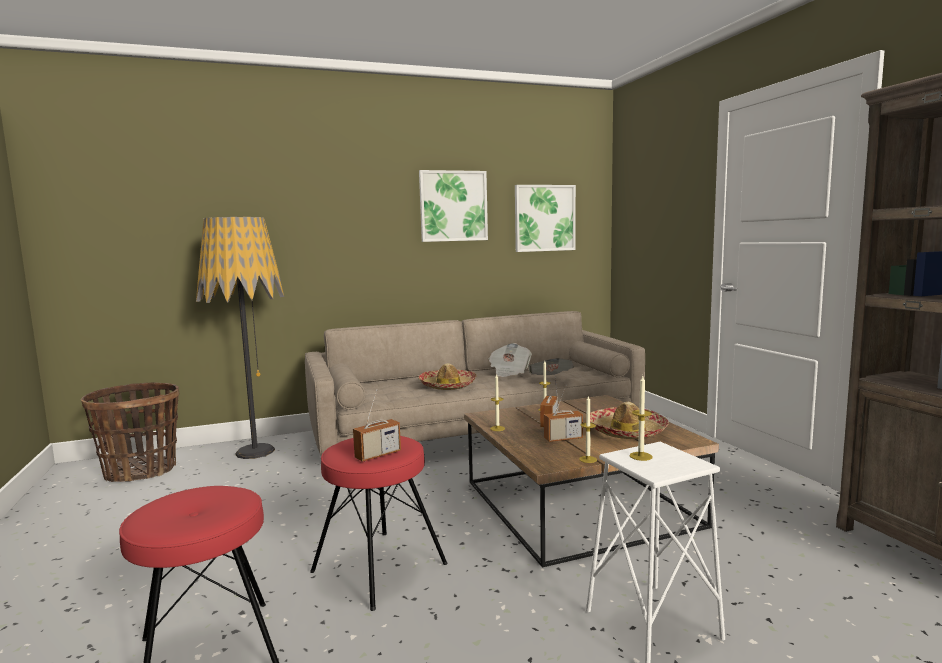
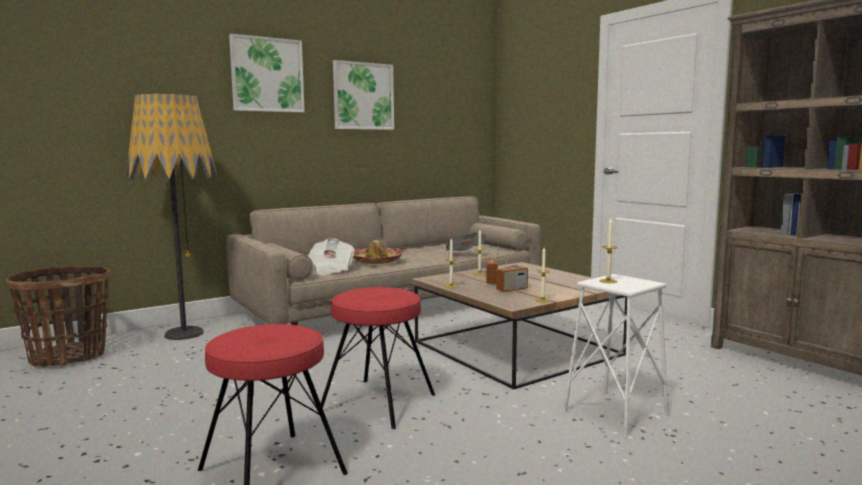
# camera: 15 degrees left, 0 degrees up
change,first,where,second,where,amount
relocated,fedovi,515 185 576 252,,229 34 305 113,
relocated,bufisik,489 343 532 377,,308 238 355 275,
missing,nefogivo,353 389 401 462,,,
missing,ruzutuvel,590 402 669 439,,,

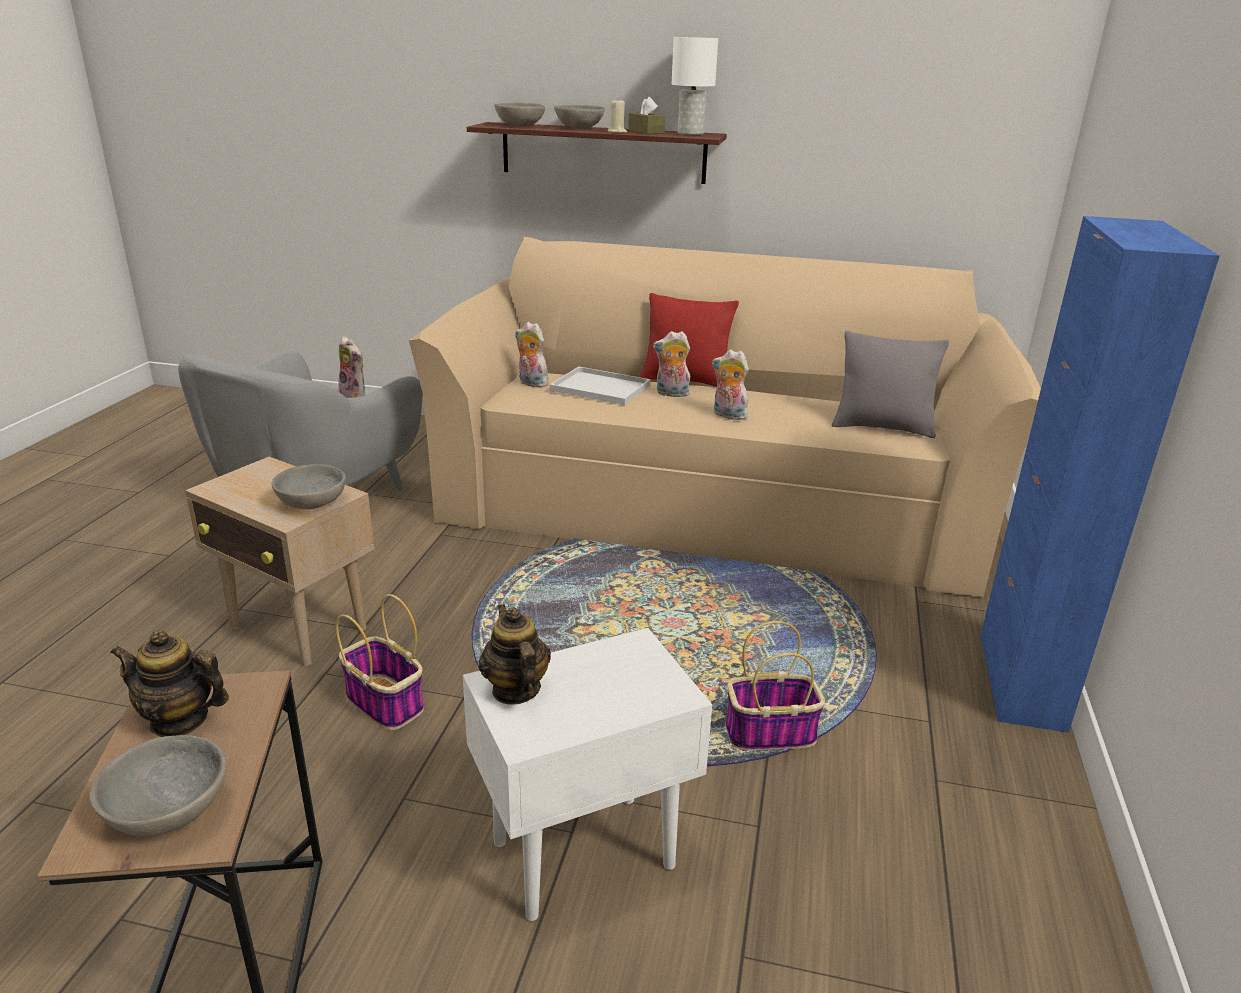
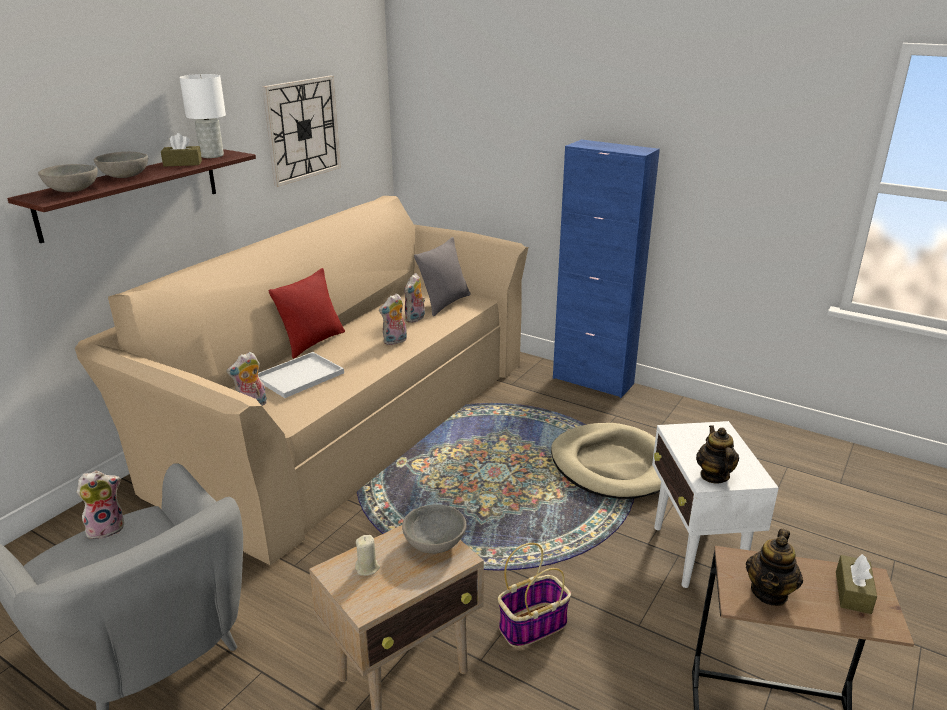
# camera: 70 degrees left, 0 degrees up
change,first,where,second,where,amount
appeared,,,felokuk,263 76 341 187,
relocated,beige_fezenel,608 98 627 133,,355 535 380 576,
relocated,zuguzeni,653 331 690 397,,404 273 425 323,
exchanged,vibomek,726 621 825 750,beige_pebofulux,551 423 661 499,
spun,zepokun,479 604 551 705,,696 426 739 484,90 degrees clockwise
exchanged,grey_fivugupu,89 735 226 836,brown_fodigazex,836 554 877 614,

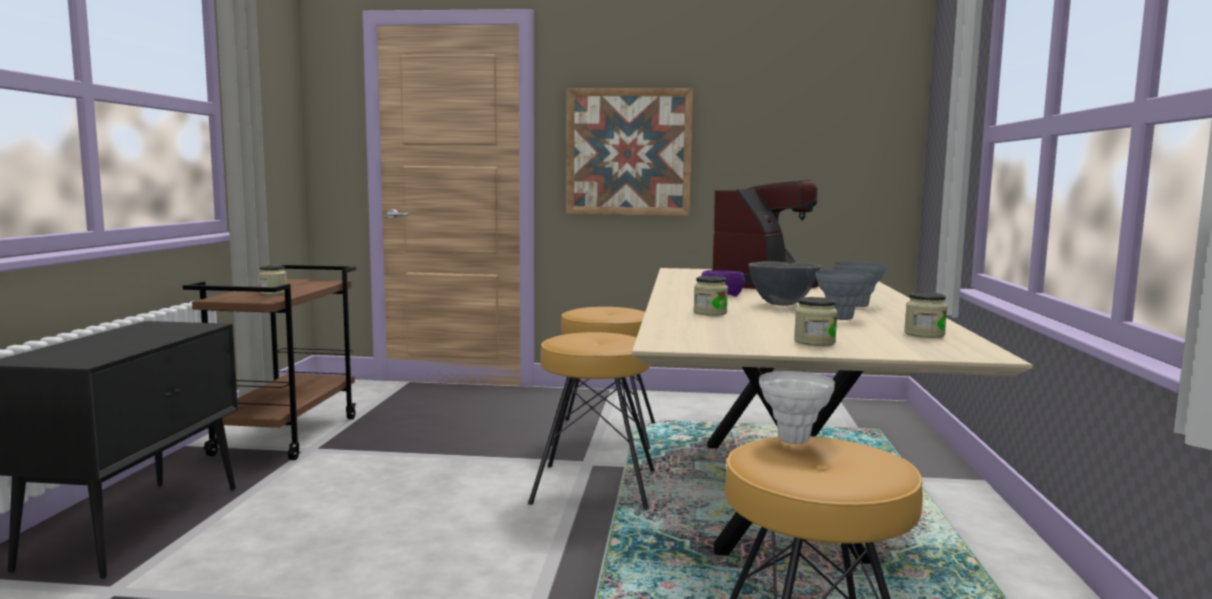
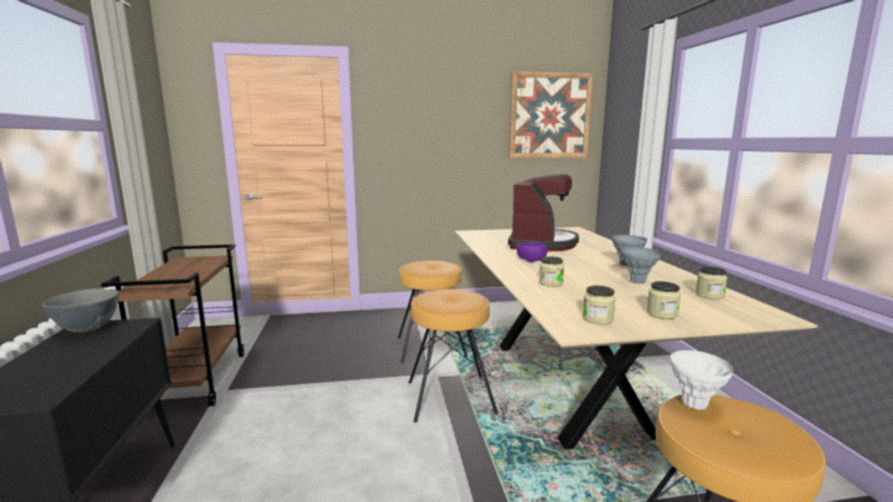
# camera: 15 degrees left, 5 degrees up
change,first,where,second,where,amount
relocated,grey_fivugupu,748 262 821 306,,42 288 119 333,
relocated,fedovi,566 88 693 216,,509 71 593 158,
relocated,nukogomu,259 265 287 295,,583 285 616 325,

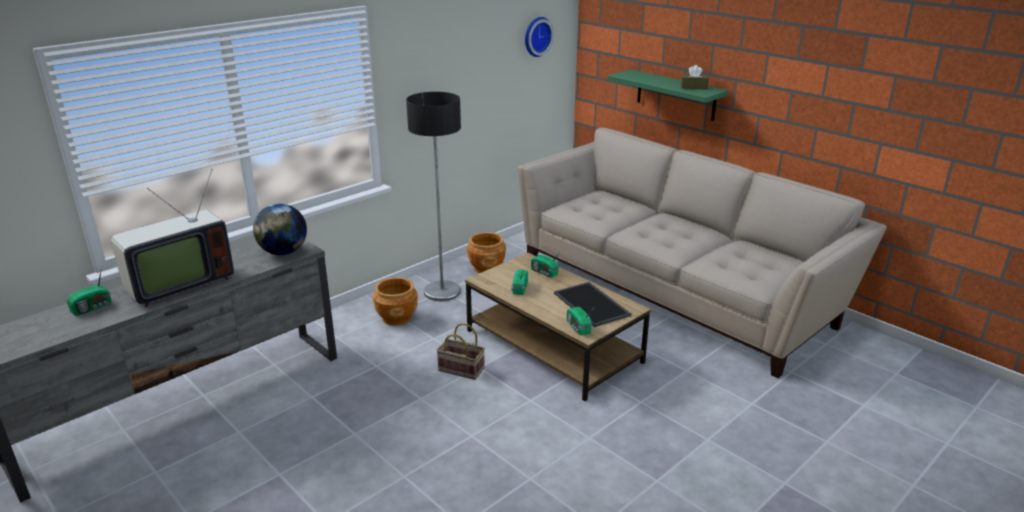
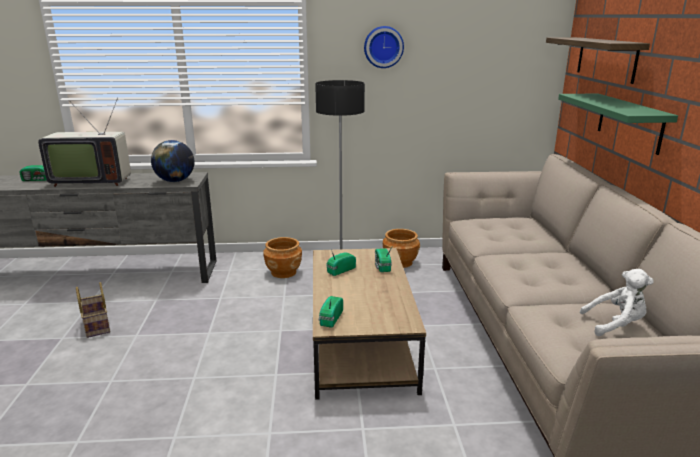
# camera: 40 degrees right, 5 degrees down
change,first,where,second,where,amount
relocated,vibomek,436 323 485 380,,76 282 110 338,
relocated,felokuk,525 17 554 57,,364 26 404 68,
appeared,,,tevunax,546 37 650 84,
appeared,,,white_zuguzeni,580 269 654 336,
missing,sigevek,554 282 631 327,,,
missing,brown_fodigazex,680 65 709 89,,,

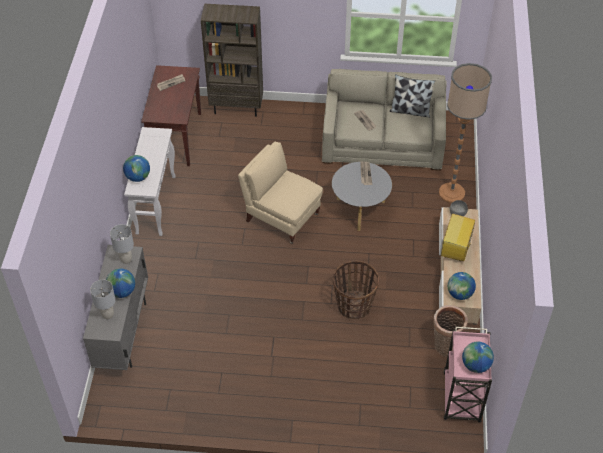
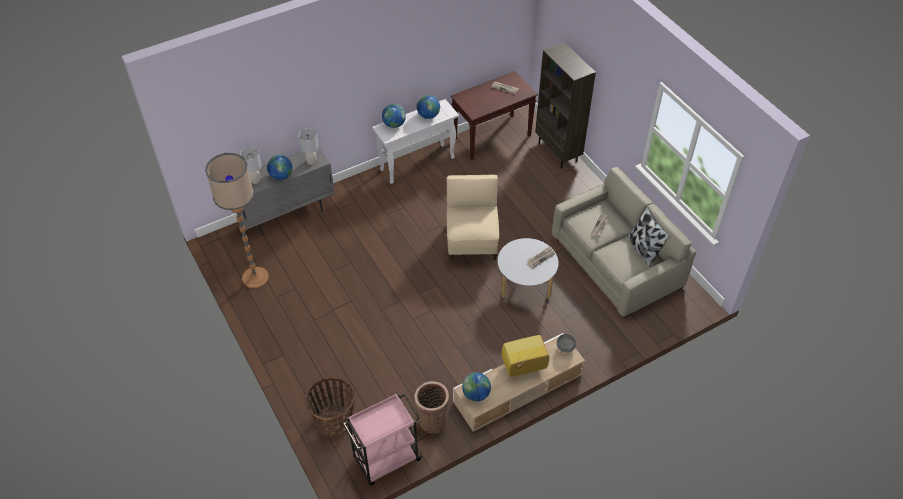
# camera: 55 degrees right, 0 degrees up
change,first,where,second,where,amount
relocated,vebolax,439 63 492 203,,205 153 269 288,
relocated,vibomek,333 260 379 319,,306 377 355 437,
relocated,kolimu,462 342 494 373,,417 95 440 119,

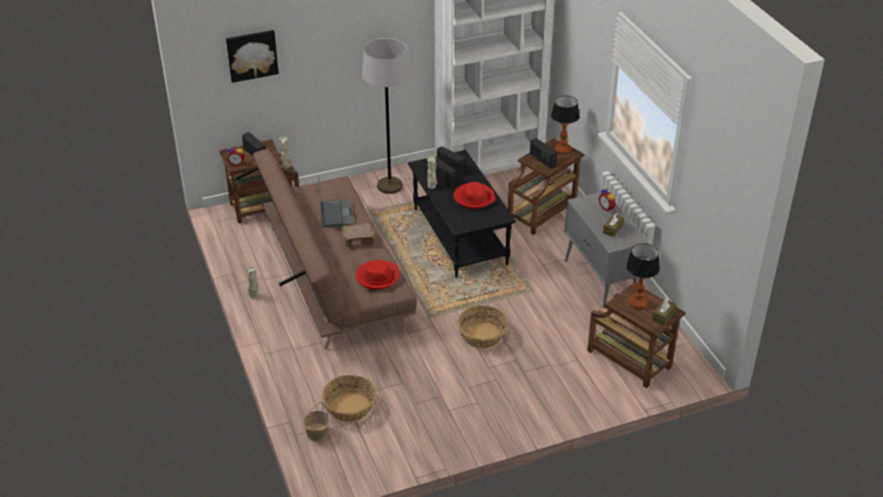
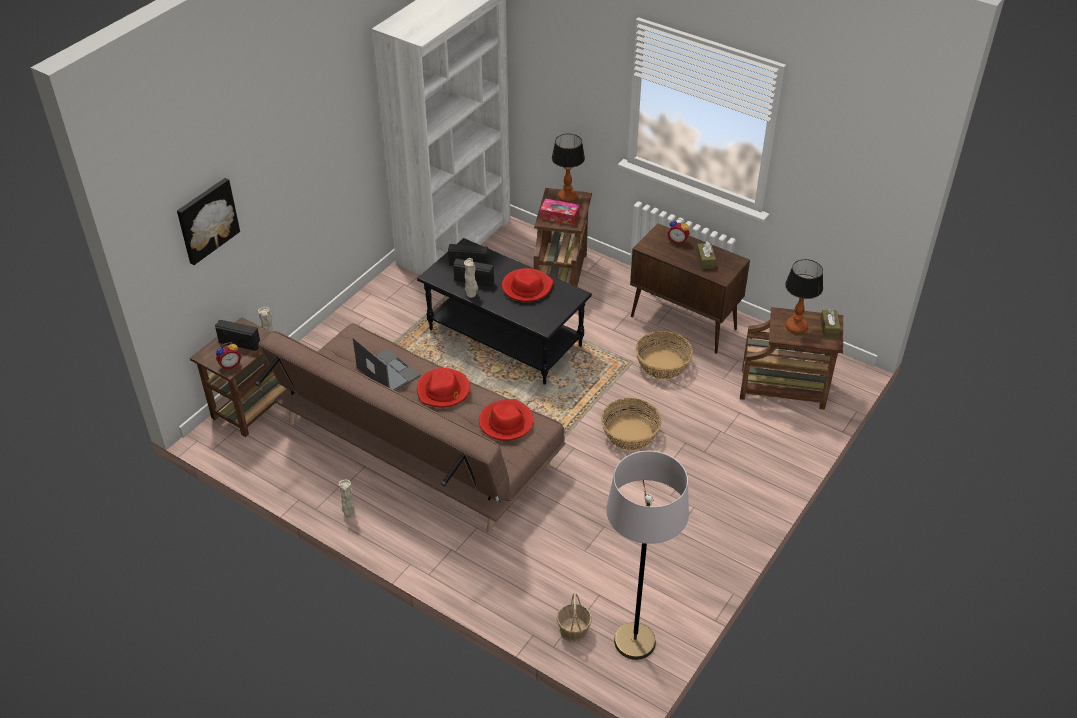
# camera: 35 degrees left, 5 degrees up
change,first,where,second,where,amount
exchanged,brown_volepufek,342 223 374 246,red_ruzutuvel,417 368 470 408,
exchanged,nefogivo,530 138 558 169,fodigazex,540 199 580 225,
relocated,grey_vebolax,362 38 410 194,,606 451 689 660,
colour,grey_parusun,565 192 649 308,brown_parusun,630 223 750 354,
relocated,vibomek,322 375 376 422,,636 331 693 379,

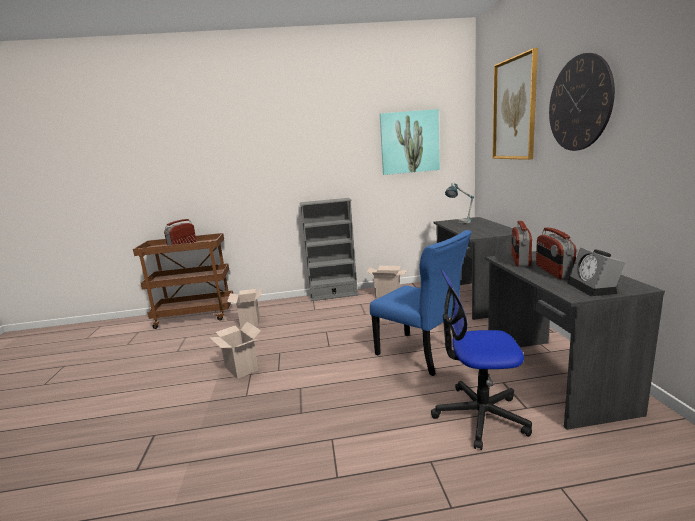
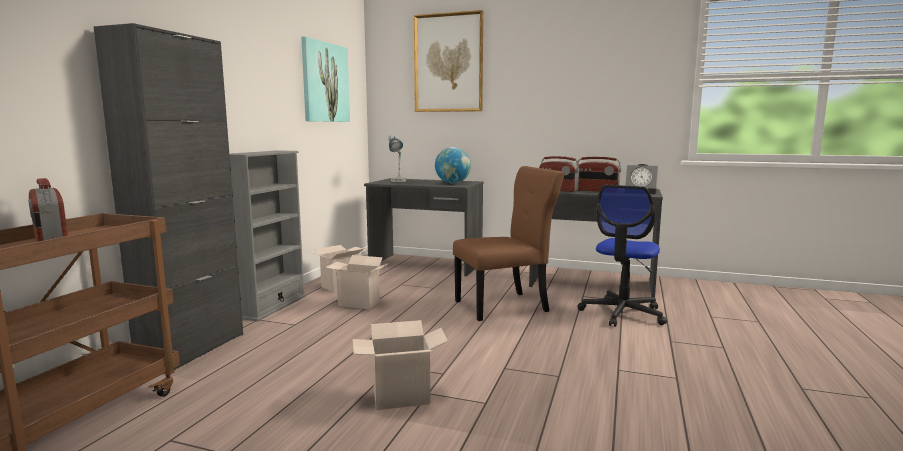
# camera: 65 degrees left, 5 degrees down
change,first,where,second,where,amount
appeared,,,black_parusun,94 23 243 370,
relocated,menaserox,227 288 262 328,,325 255 389 309,
appeared,,,kolimu,435 147 471 183,
colour,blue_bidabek,370 230 472 376,brown_bidabek,453 166 565 321,
missing,felokuk,549 53 615 151,,,

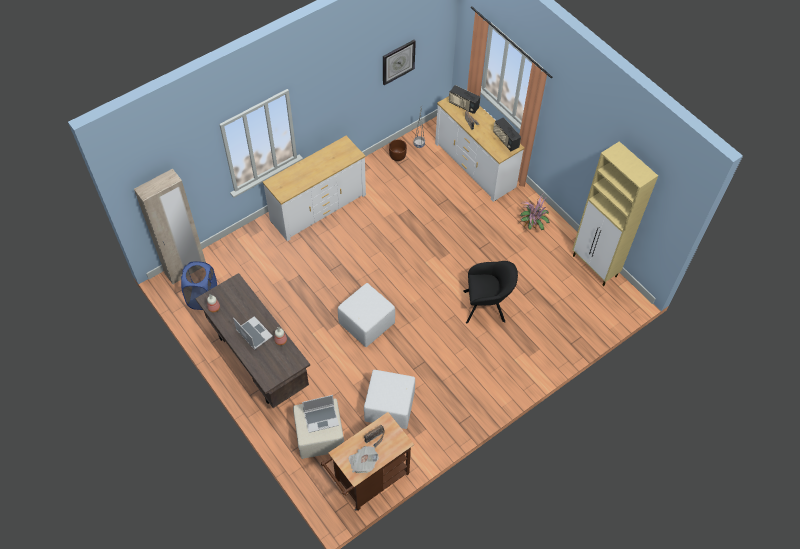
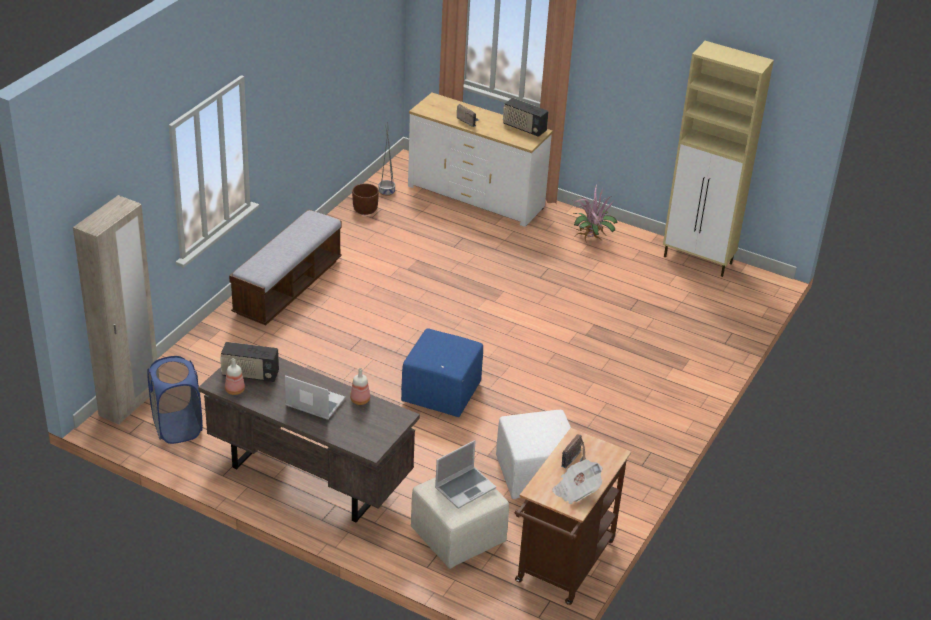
# camera: 25 degrees left, 20 degrees down
change,first,where,second,where,amount
relocated,nefogivo,449 85 481 114,,220 342 279 382,
exchanged,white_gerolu,263 136 366 241,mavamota,229 209 342 325,
colour,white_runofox,338 283 395 347,blue_runofox,401 328 483 417,
missing,felokuk,383 40 416 85,,,
missing,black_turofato,463 261 518 324,,,

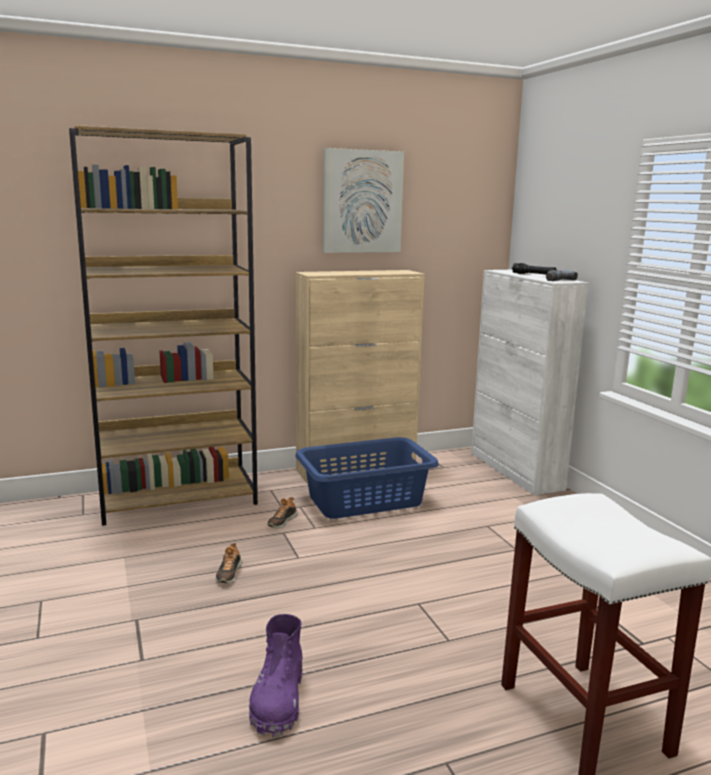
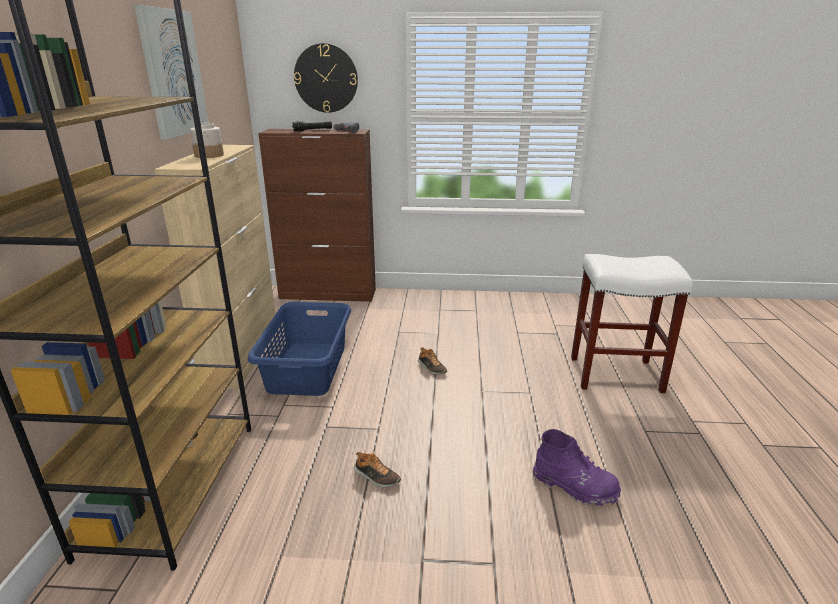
# camera: 65 degrees left, 10 degrees up
change,first,where,second,where,amount
appeared,,,nukogomu,190 123 224 158,
colour,white_parusun,471 270 588 495,brown_parusun,258 129 376 302,
appeared,,,felokuk,294 43 358 113,
relocated,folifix,267 497 298 528,,418 347 447 374,

